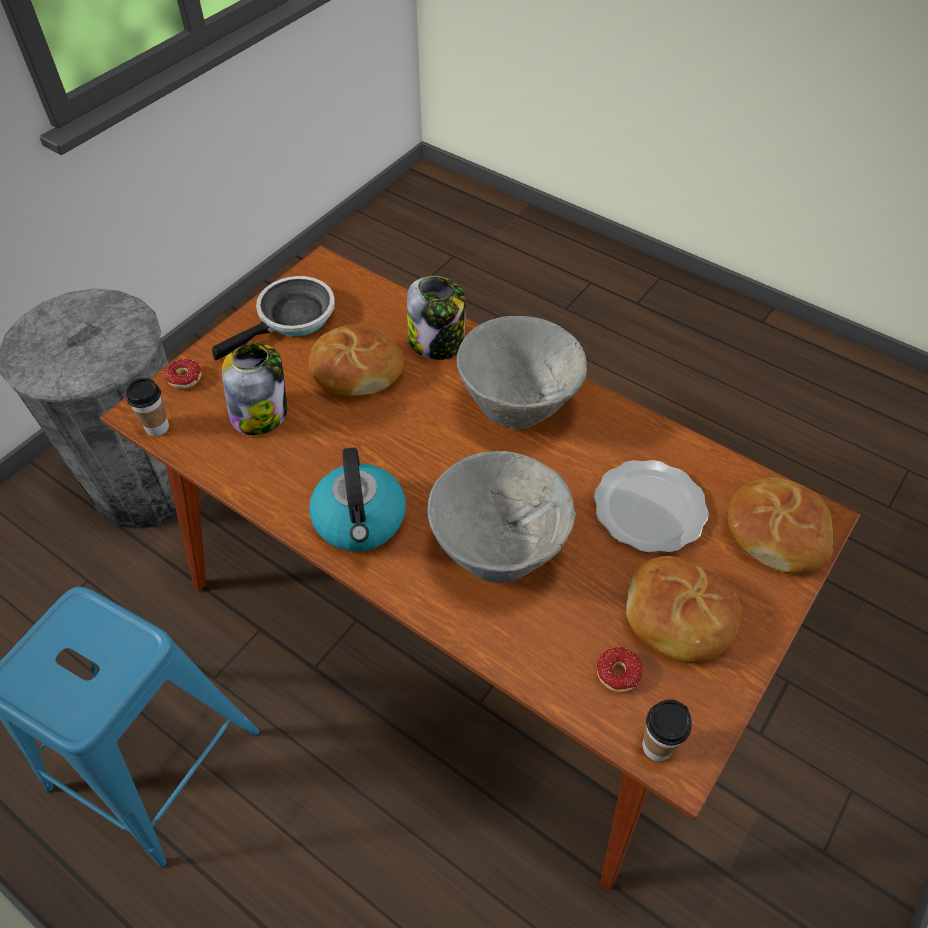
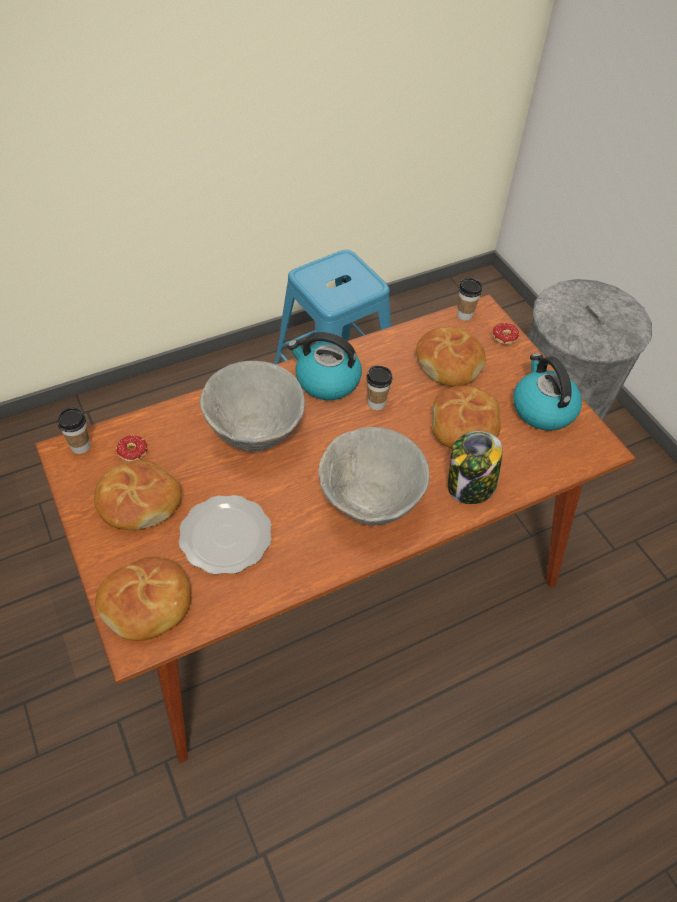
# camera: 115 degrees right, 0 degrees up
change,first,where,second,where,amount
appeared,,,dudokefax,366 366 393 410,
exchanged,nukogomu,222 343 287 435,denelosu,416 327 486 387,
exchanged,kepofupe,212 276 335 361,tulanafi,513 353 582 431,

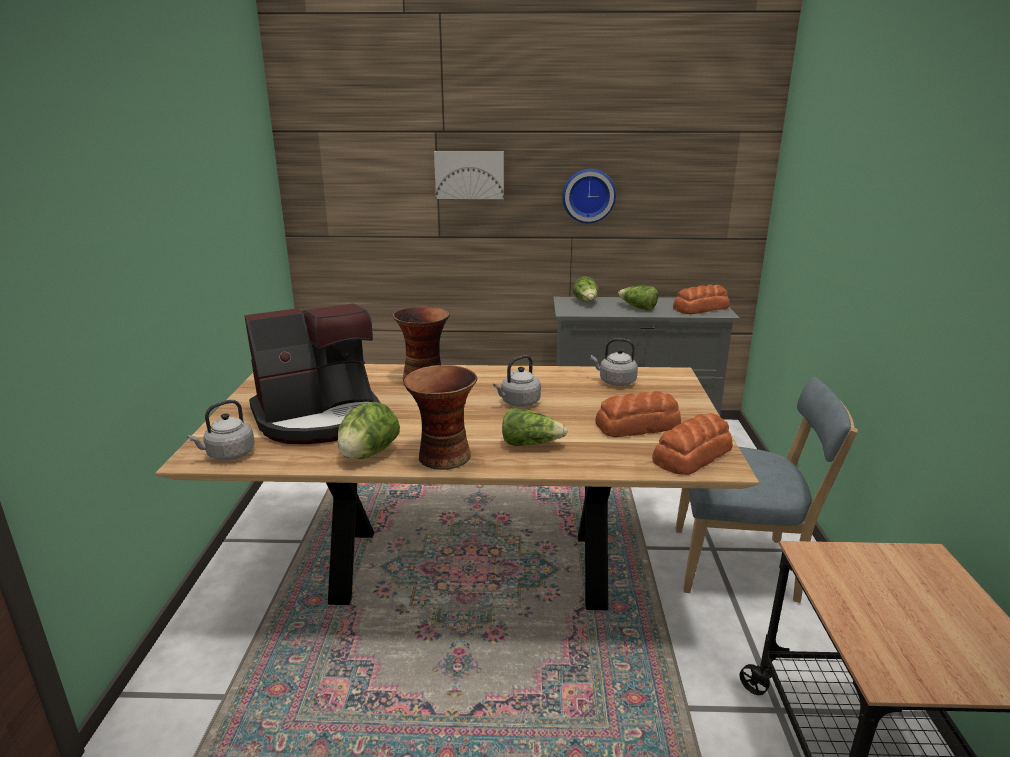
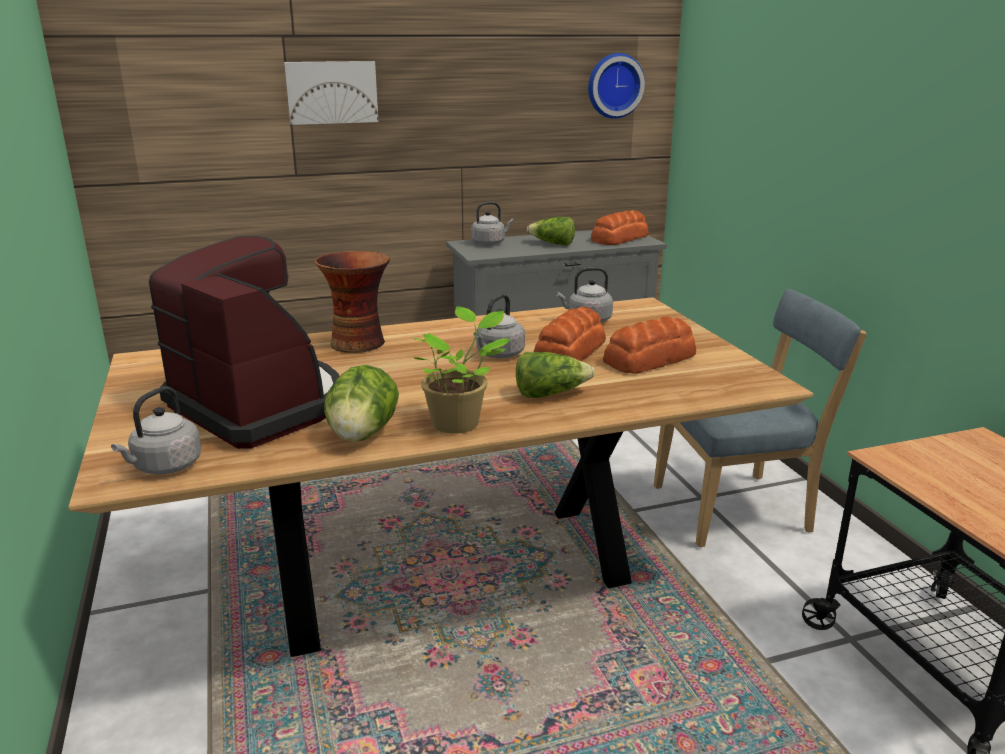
# camera: 20 degrees left, 0 degrees up
change,first,where,second,where,amount
spun,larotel,244 303 380 444,,149 236 340 449,90 degrees counterclockwise
exchanged,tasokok,403 365 477 470,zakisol,412 307 511 434,
exchanged,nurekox,573 276 598 302,grey_tulanafi,471 202 514 245,
relocated,denelosu,652 413 733 475,,534 307 606 361,
relocated,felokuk,562 169 616 223,,588 53 645 119,

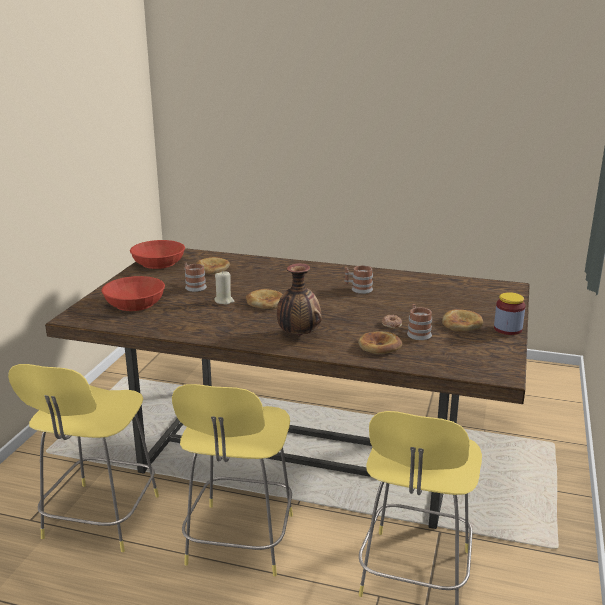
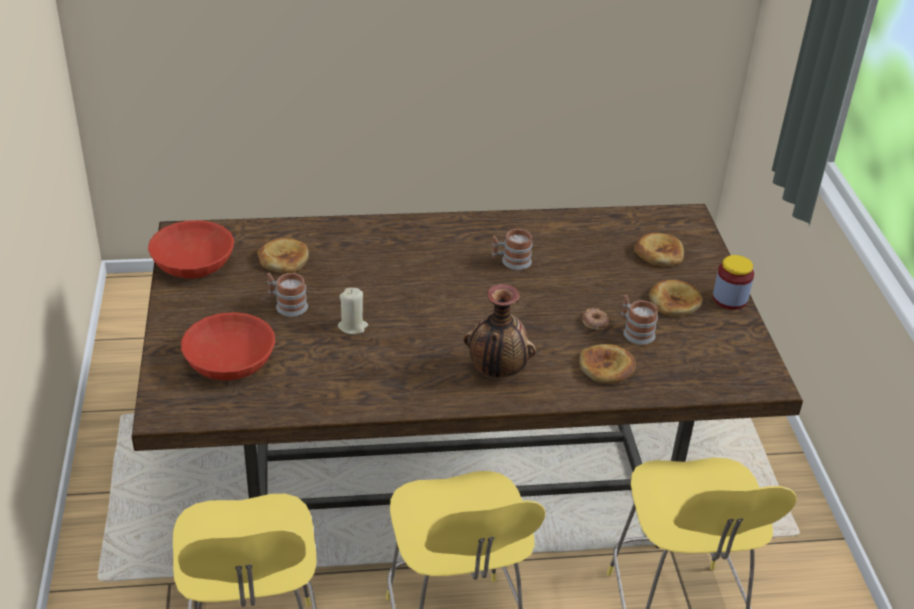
# camera: 25 degrees left, 15 degrees up
change,first,where,second,where,amount
relocated,denelosu,246 289 282 309,,634 233 684 266,

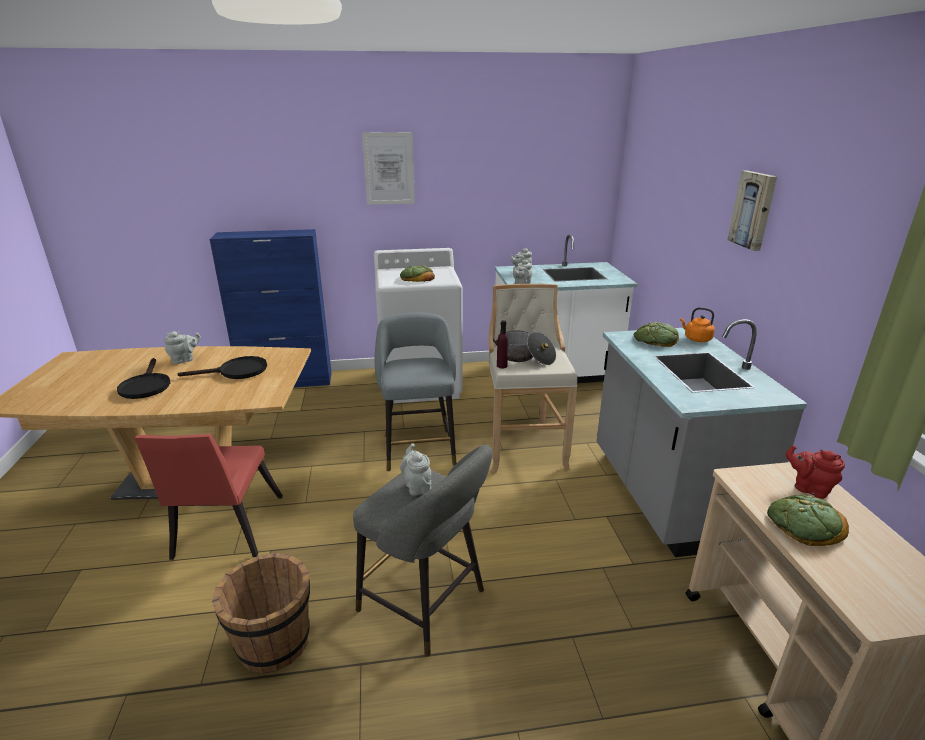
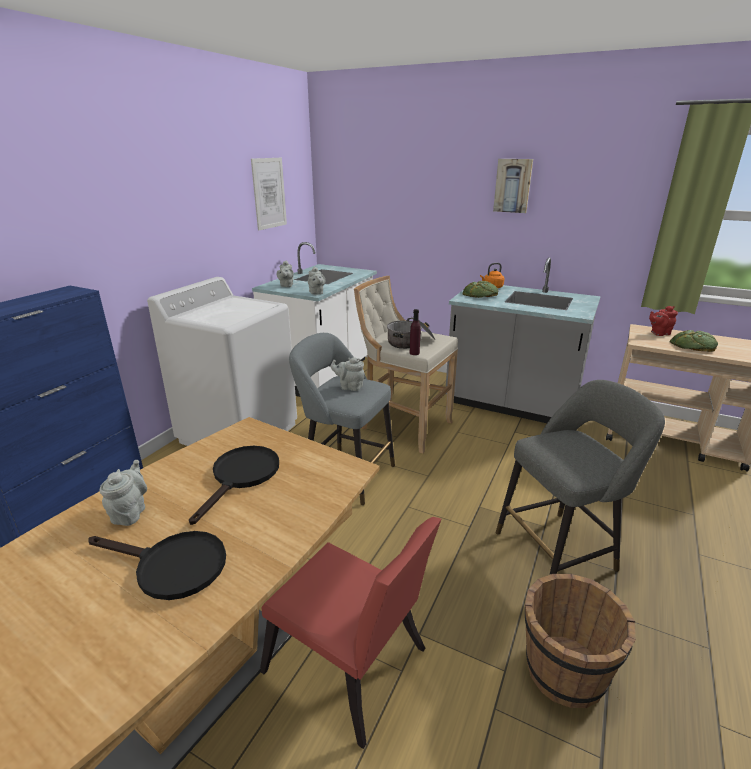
# camera: 55 degrees left, 0 degrees up
change,first,where,second,where,amount
relocated,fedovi,362 132 415 205,,251 158 287 230,
relocated,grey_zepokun,400 443 431 496,,331 357 365 391,
missing,denelosu,400 266 435 282,,,

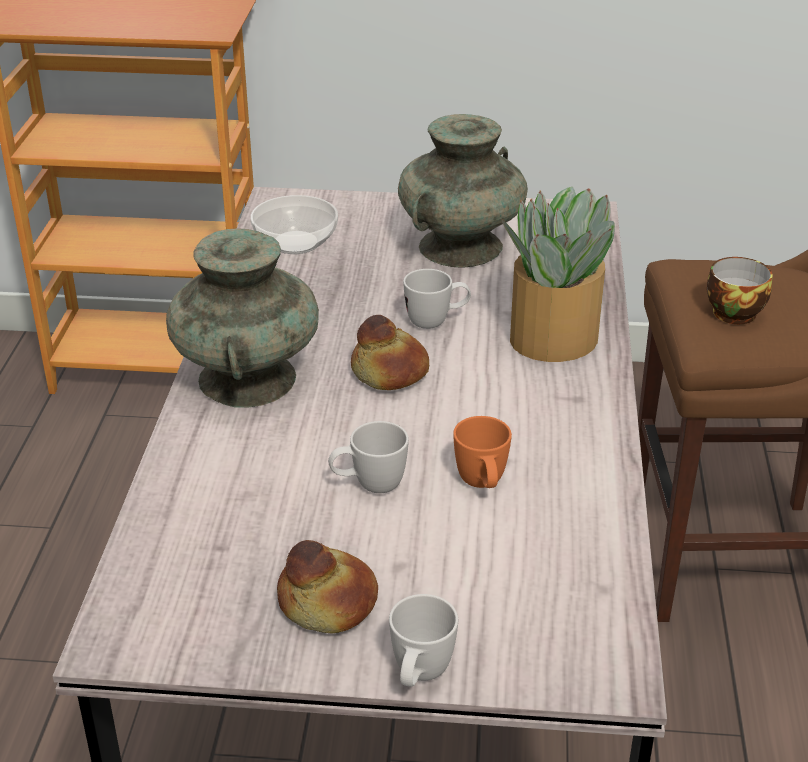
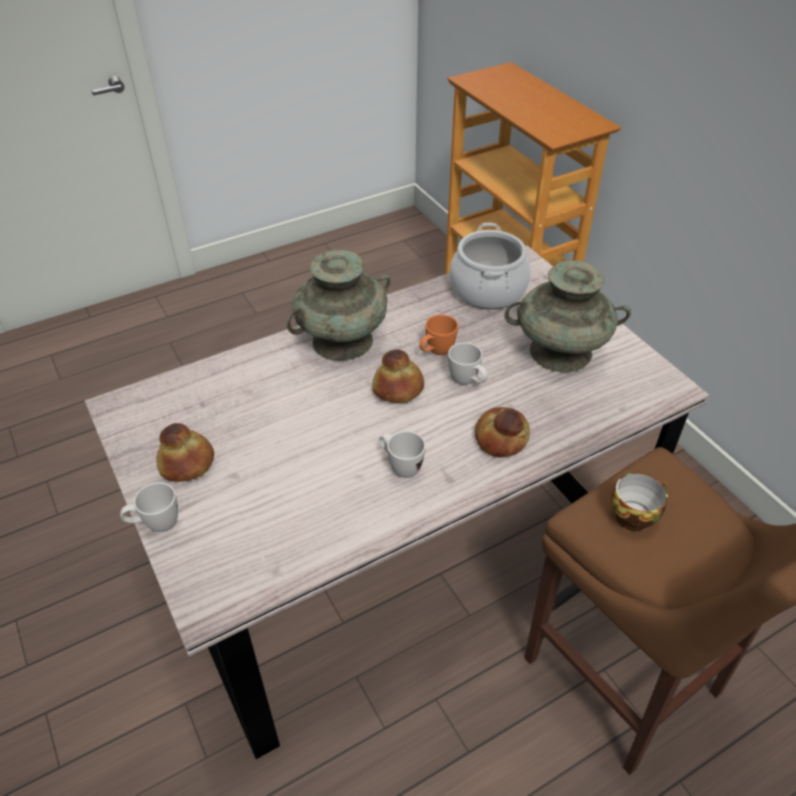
# camera: 55 degrees right, 10 degrees up
change,first,where,second,where,amount
relocated,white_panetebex,328 421 409 493,,379 431 426 478,
relocated,orange_panetebex,453 416 512 488,,419 315 458 355,
exchanged,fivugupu,250 195 338 254,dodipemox,450 223 530 309,
exchanged,zakisol,502 187 615 362,denelosu,475 407 530 458,

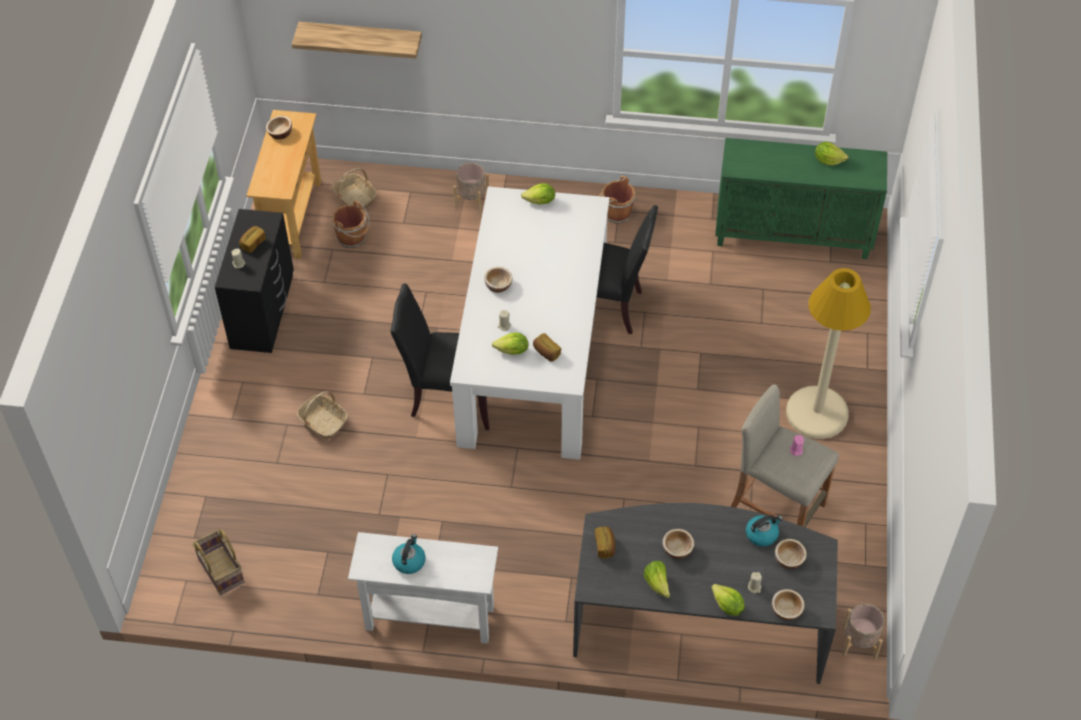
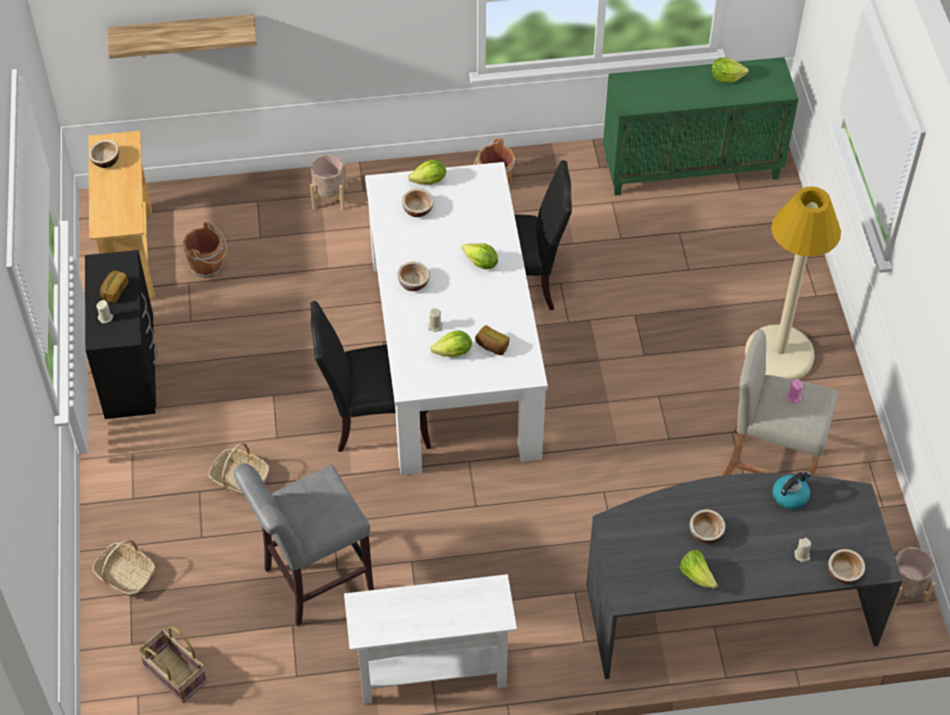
# camera: 15 degrees left, 0 degrees up
change,first,where,second,where,amount
relocated,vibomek,332 168 377 210,,92 540 155 597,
appeared,,,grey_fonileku,233 463 374 626,
relocated,fivugupu,775 539 807 569,,402 189 434 217,
relocated,nurekox,711 584 745 616,,462 243 498 269,
missing,tulanafi,392 534 426 574,,,
missing,denelosu,595 527 615 559,,,

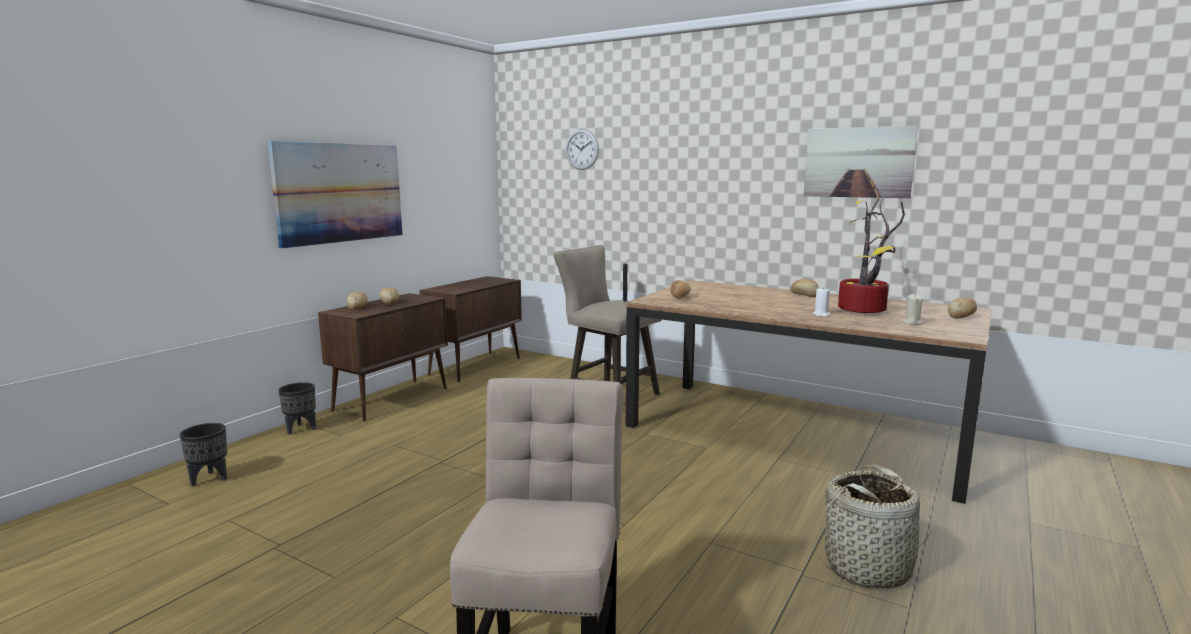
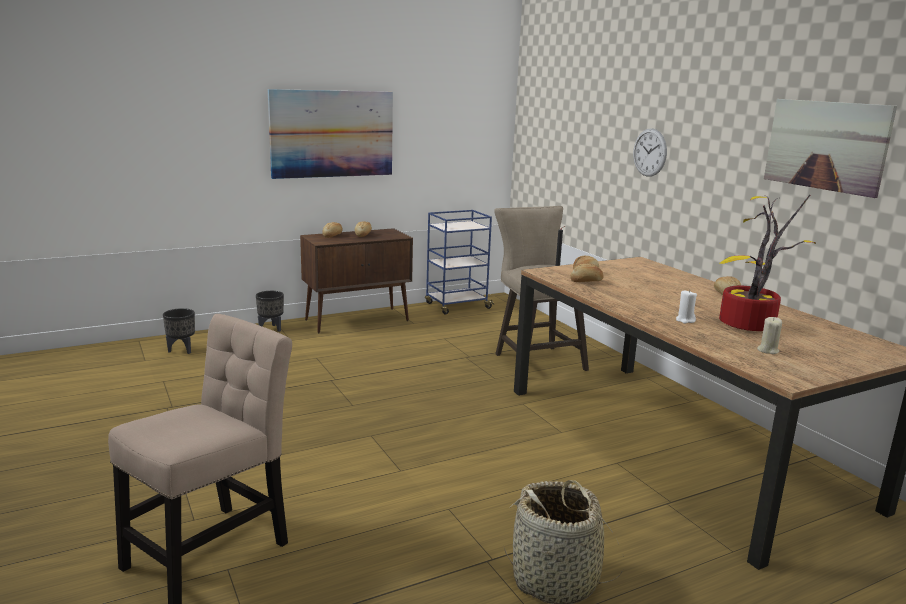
# camera: 30 degrees right, 5 degrees up
change,first,where,second,where,amount
exchanged,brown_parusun,420 276 522 382,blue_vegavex,425 210 494 315,
relocated,denelosu,948 298 977 319,,570 264 603 282,
relocated,felokuk,566 129 599 170,,633 128 667 177,

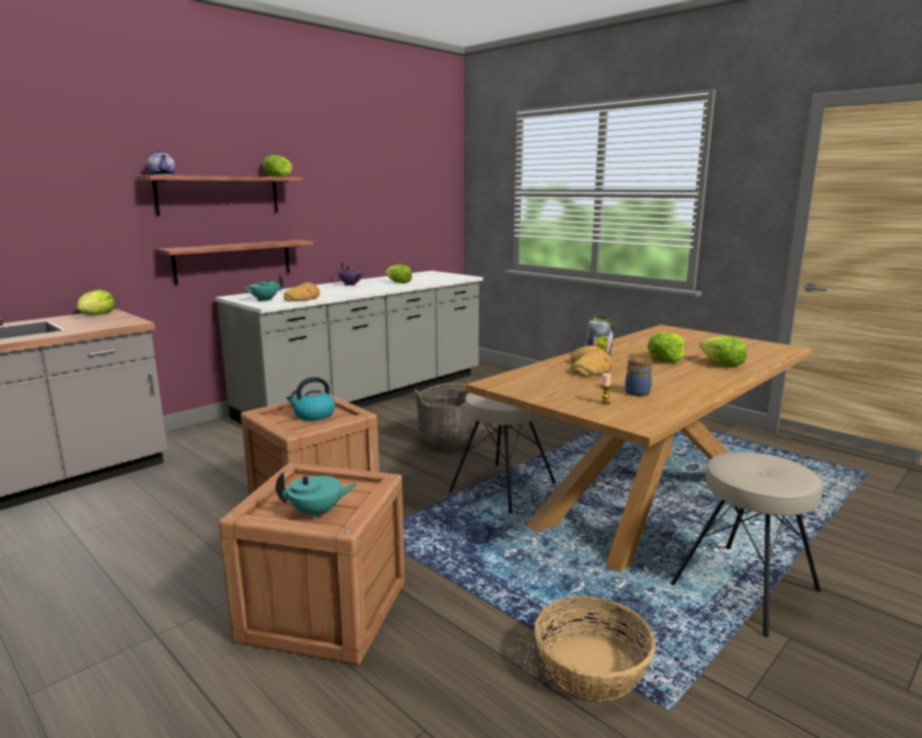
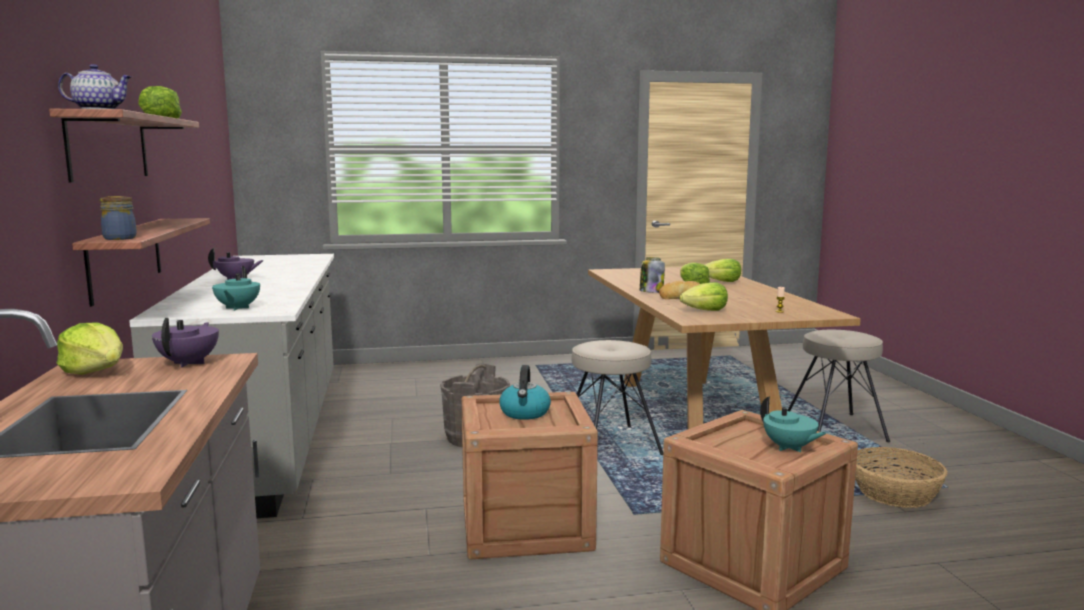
# camera: 55 degrees left, 5 degrees down
change,first,where,second,where,amount
relocated,nukogomu,625 358 652 396,,100 196 137 240,
appeared,,,purple_zepokun,152 318 219 367,
relocated,nurekox,385 265 412 283,,679 282 728 311,
spun,turquoise_zepokun,276 472 357 520,,760 396 827 452,120 degrees clockwise
missing,denelosu,284 283 320 301,,,

